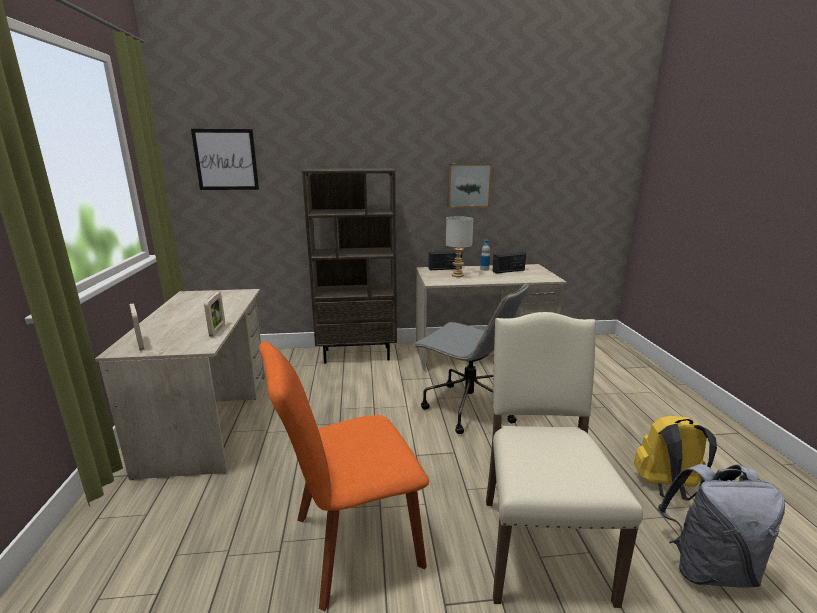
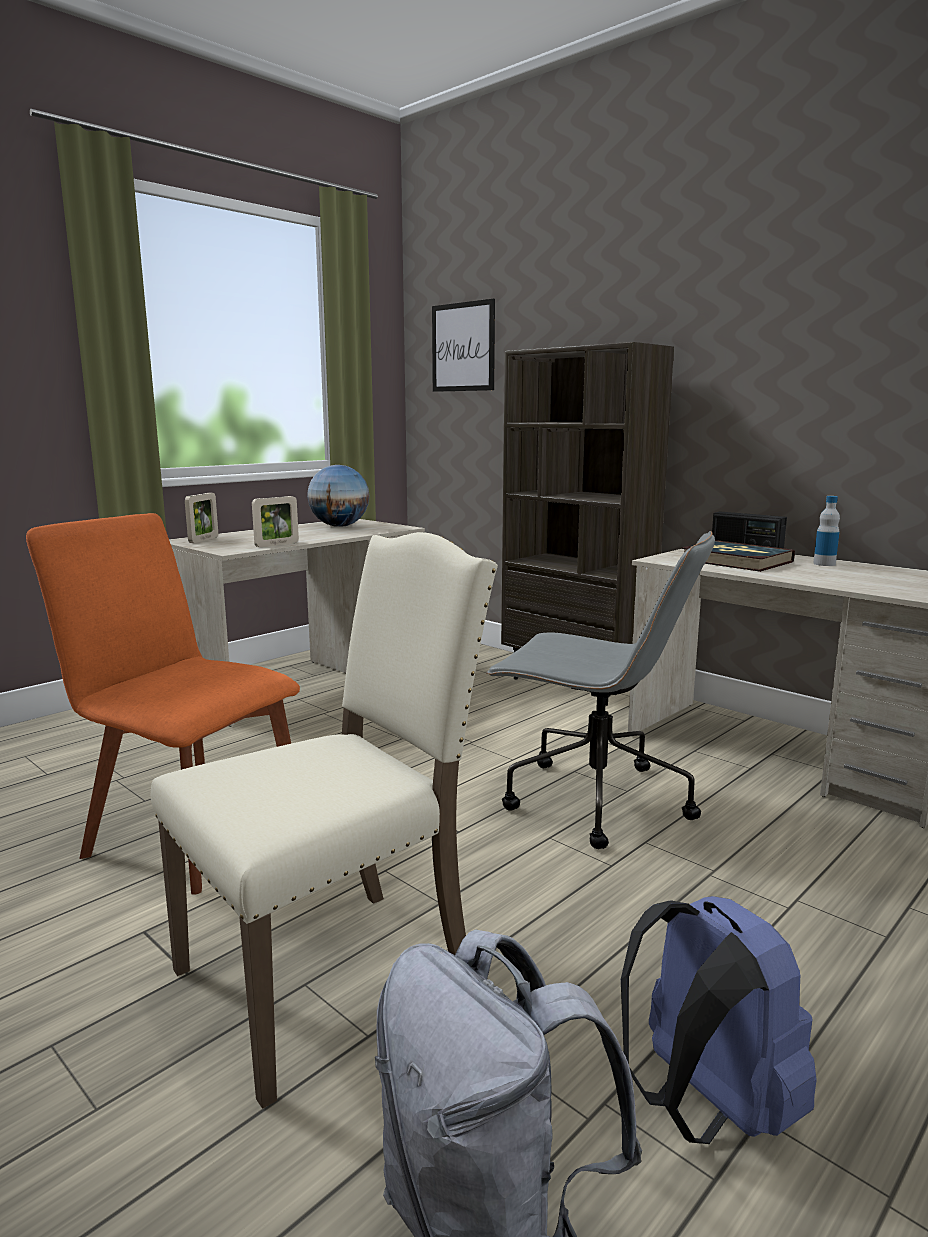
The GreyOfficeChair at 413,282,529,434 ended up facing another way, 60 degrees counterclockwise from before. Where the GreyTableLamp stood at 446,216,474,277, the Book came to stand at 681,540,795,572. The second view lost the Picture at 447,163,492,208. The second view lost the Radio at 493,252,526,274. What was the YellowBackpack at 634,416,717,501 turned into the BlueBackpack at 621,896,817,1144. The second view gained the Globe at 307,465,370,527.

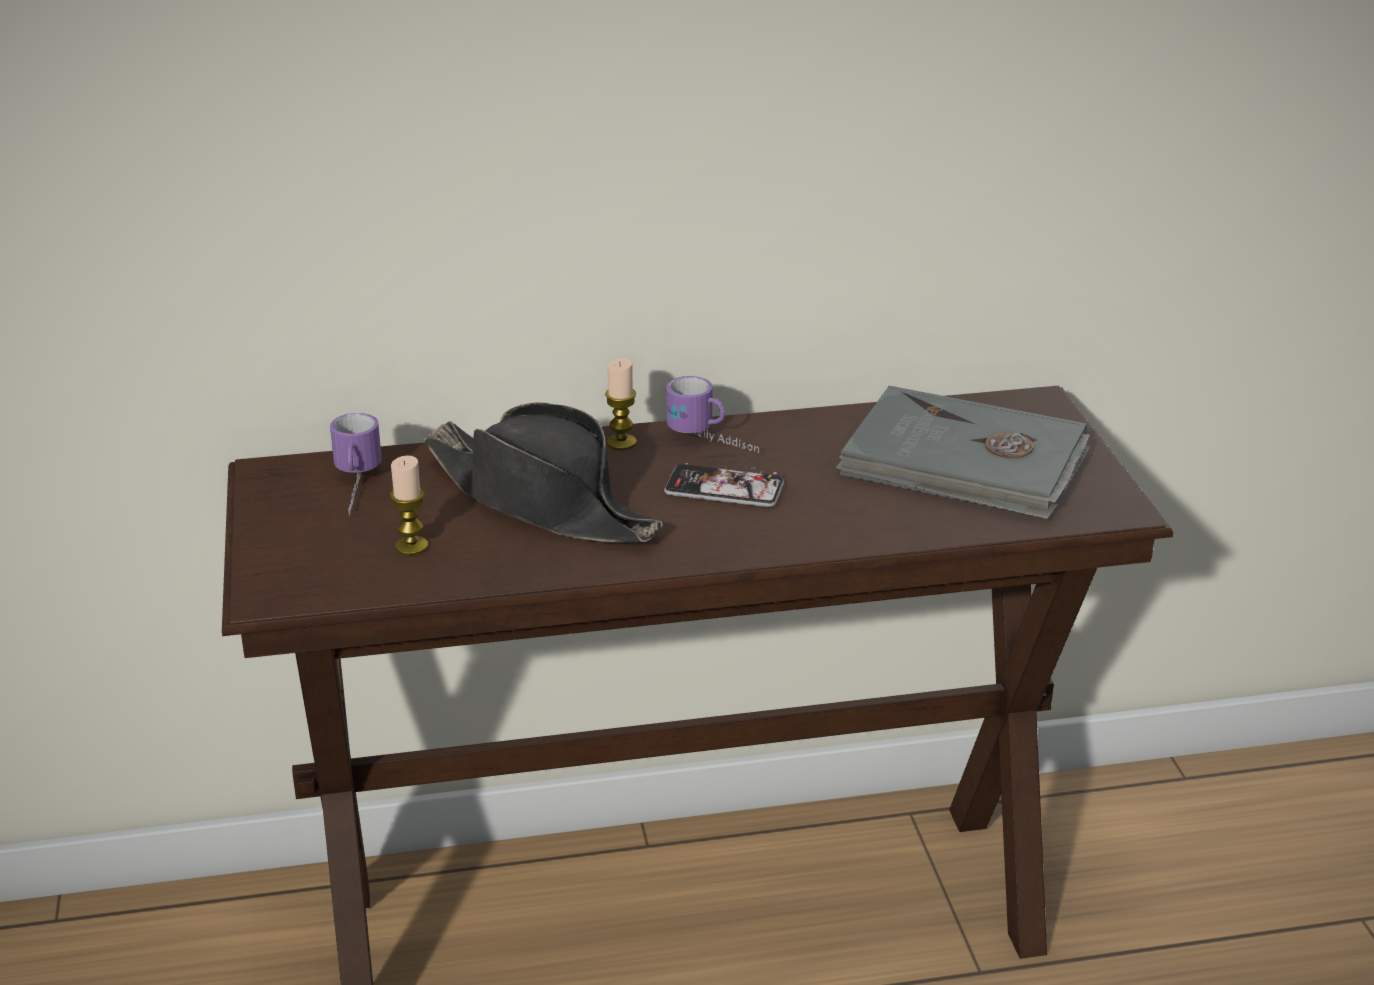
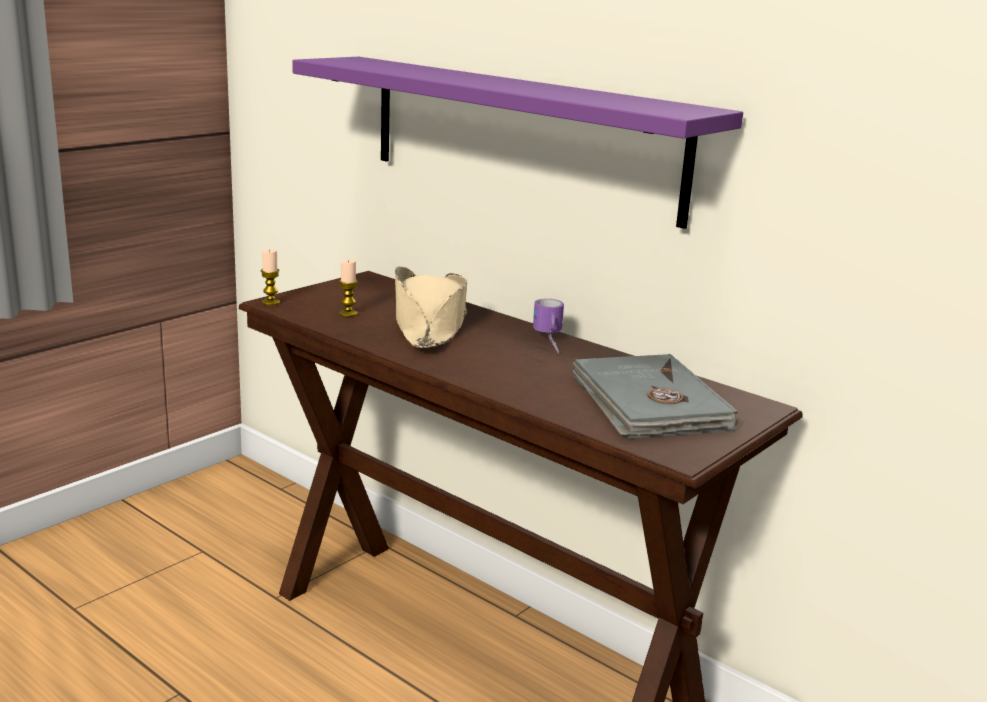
The second view lost the Mug at 330,413,381,515. What was the BlackHat at 423,402,662,543 turned into the BeigeHat at 395,266,467,348. The Candle ended up elsewhere, having gone from 605,358,637,450 to 261,249,280,305. The second view lost the Phone at 664,463,784,507. The second view gained the PurpleShelf at 292,57,743,229.

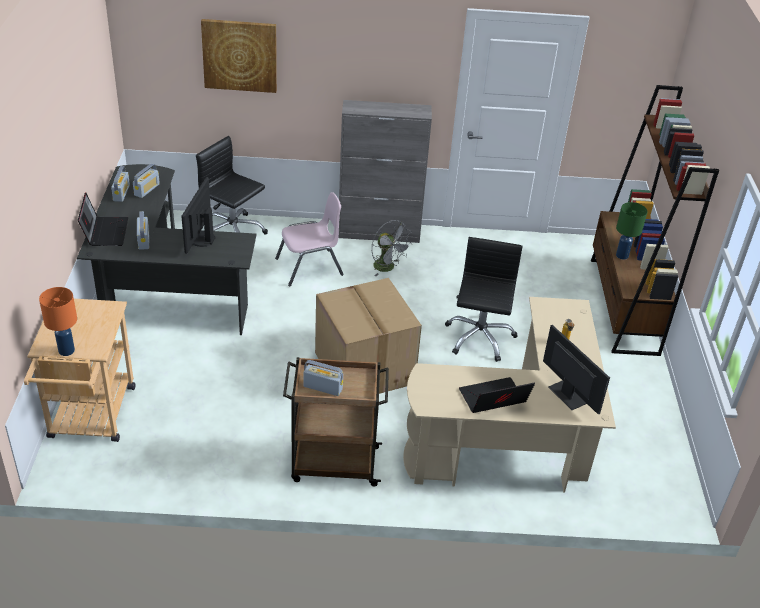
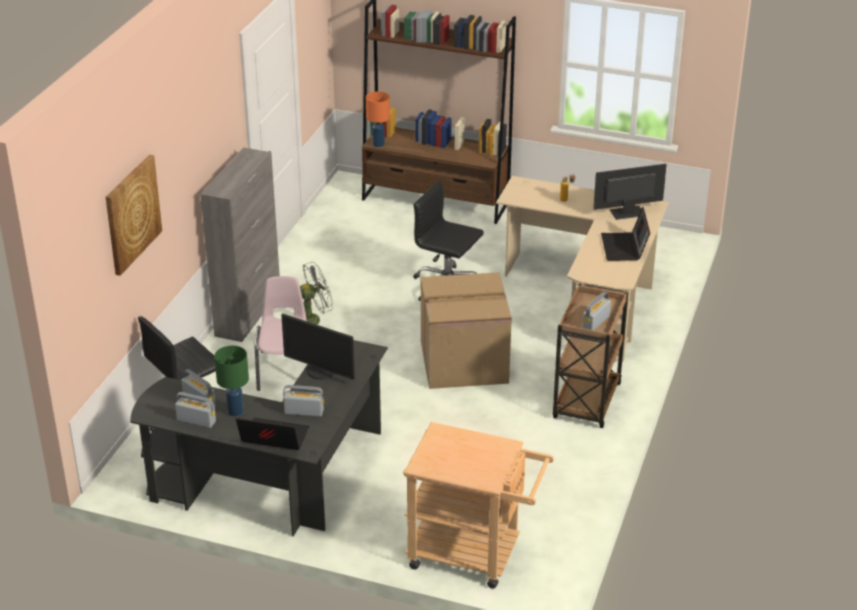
The OrangeTableLamp ended up elsewhere, having gone from 39,287,77,356 to 366,91,390,147. The GreenTableLamp ended up elsewhere, having gone from 616,202,648,260 to 214,346,249,417.

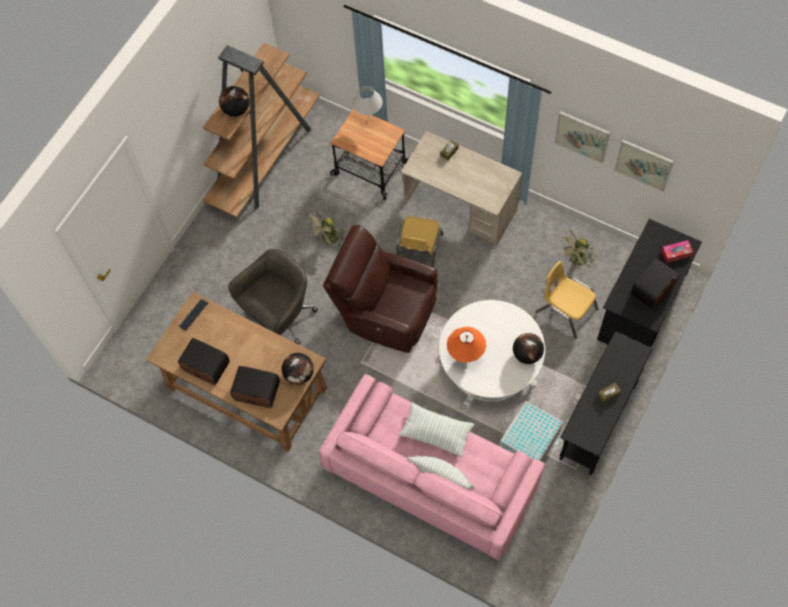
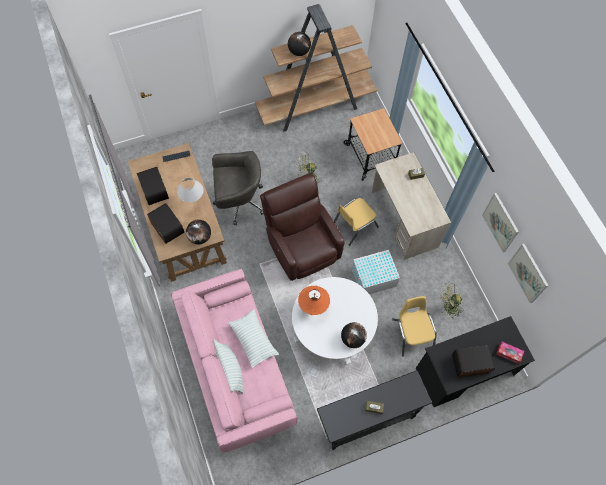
The WhiteTableLamp ended up elsewhere, having gone from 352,86,383,118 to 177,178,204,202. The WhiteStorageBox ended up elsewhere, having gone from 500,401,563,462 to 352,250,400,294.

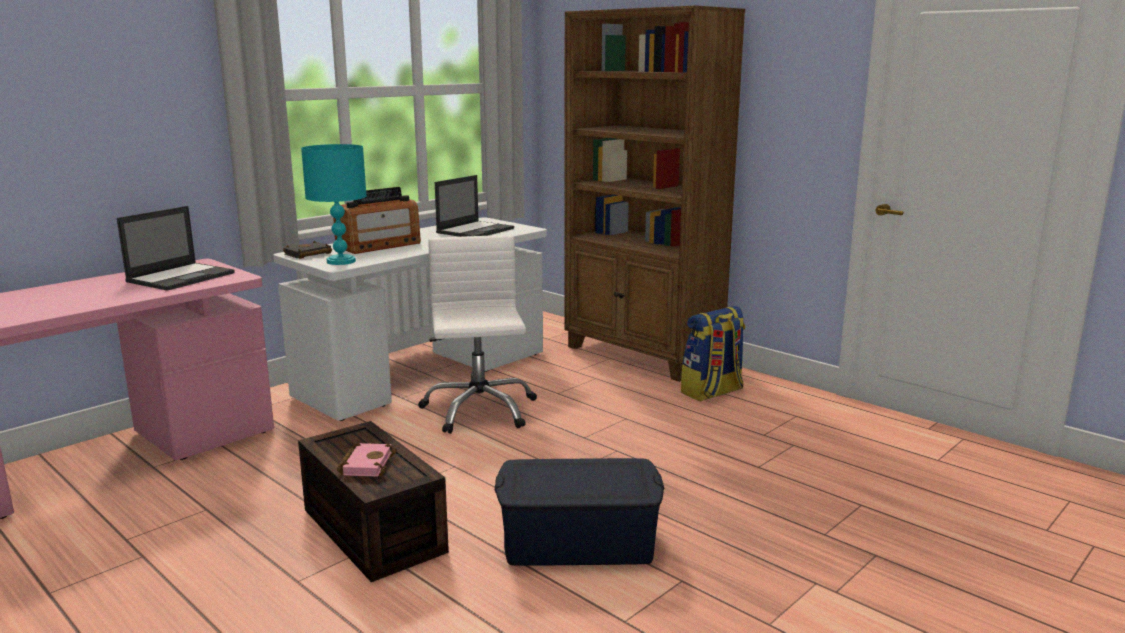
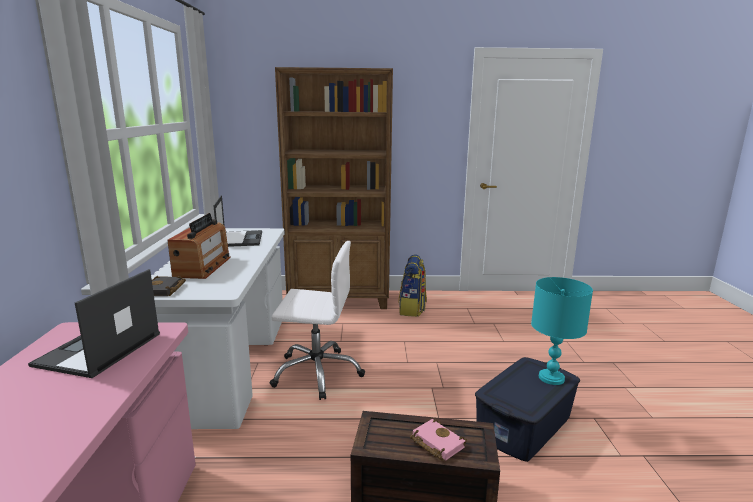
The Laptop at 117,206,235,291 ended up facing another way, 150 degrees counterclockwise from before. The TurquoiseTableLamp ended up elsewhere, having gone from 301,144,367,265 to 531,277,593,385. The WhiteOfficeChair at 418,235,537,434 ended up facing another way, 150 degrees clockwise from before.

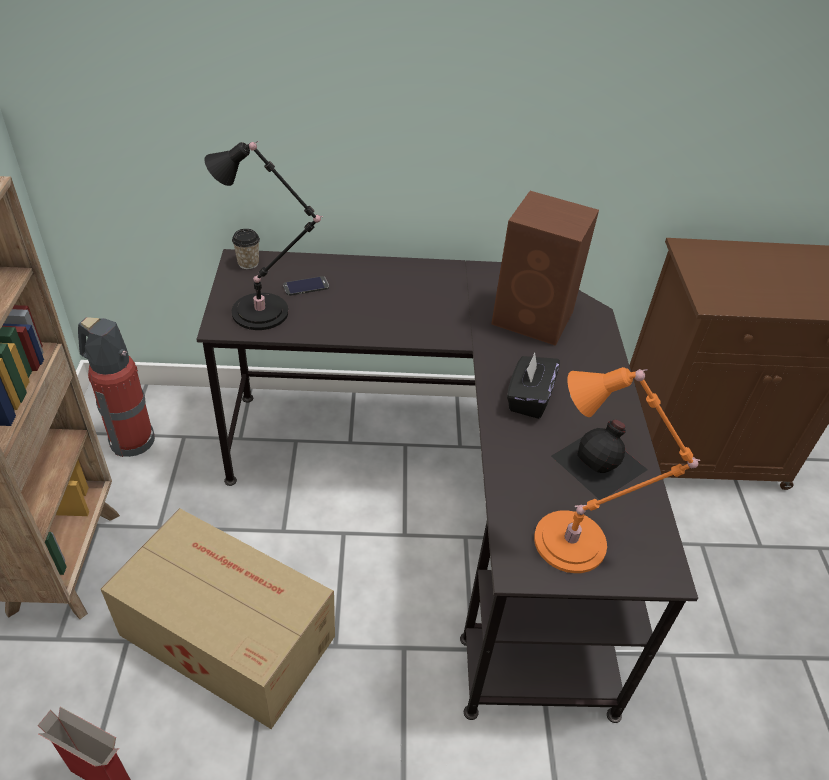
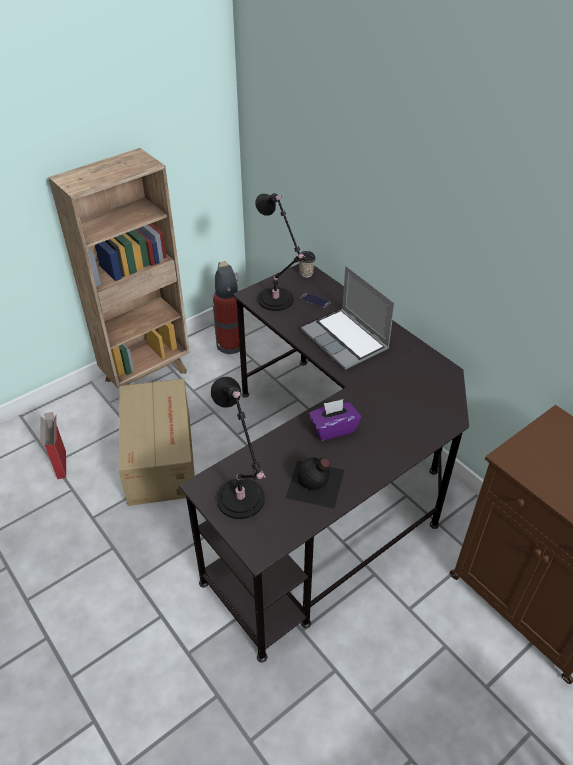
The second view lost the BrownSpeaker at 491,191,599,346. What was the BlackTissueBox at 507,353,560,419 turned into the PurpleTissueBox at 309,399,361,441. What was the OrangeTableLamp at 534,367,700,573 turned into the BlackTableLamp at 211,377,266,519. The second view gained the Laptop at 301,266,395,370.

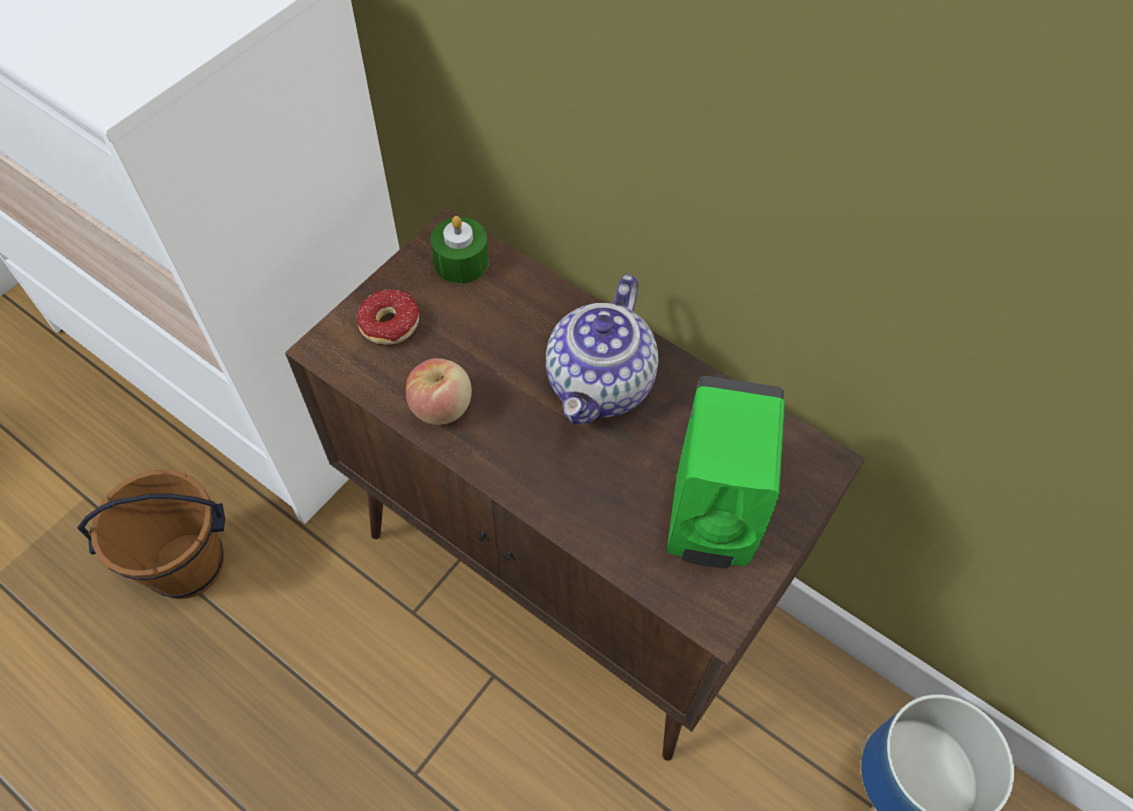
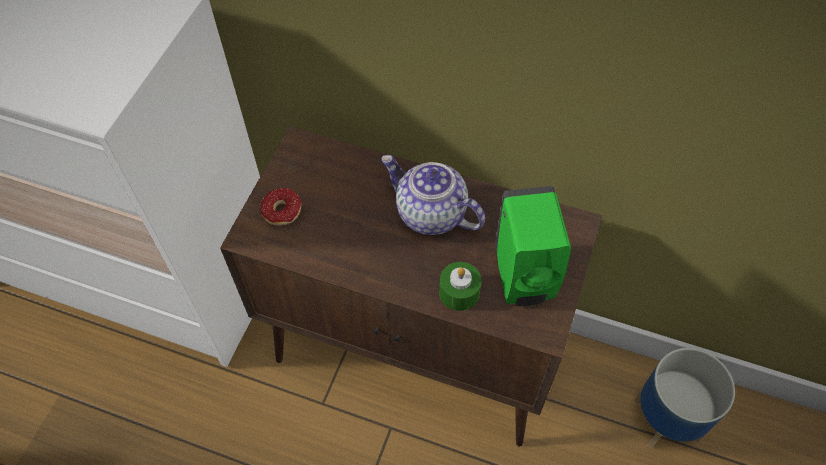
The second view lost the BrownBucket at 77,469,225,599. The second view lost the Apple at 406,358,472,425. The GreenCandle ended up elsewhere, having gone from 430,216,489,284 to 439,262,482,311. The Teapot at 546,274,658,424 ended up facing another way, 120 degrees clockwise from before.

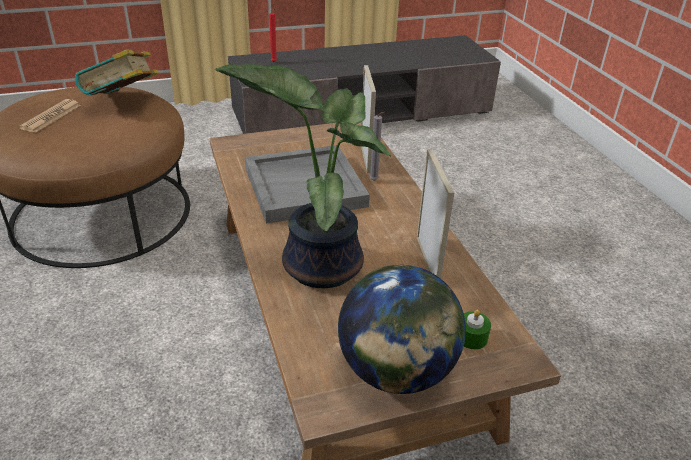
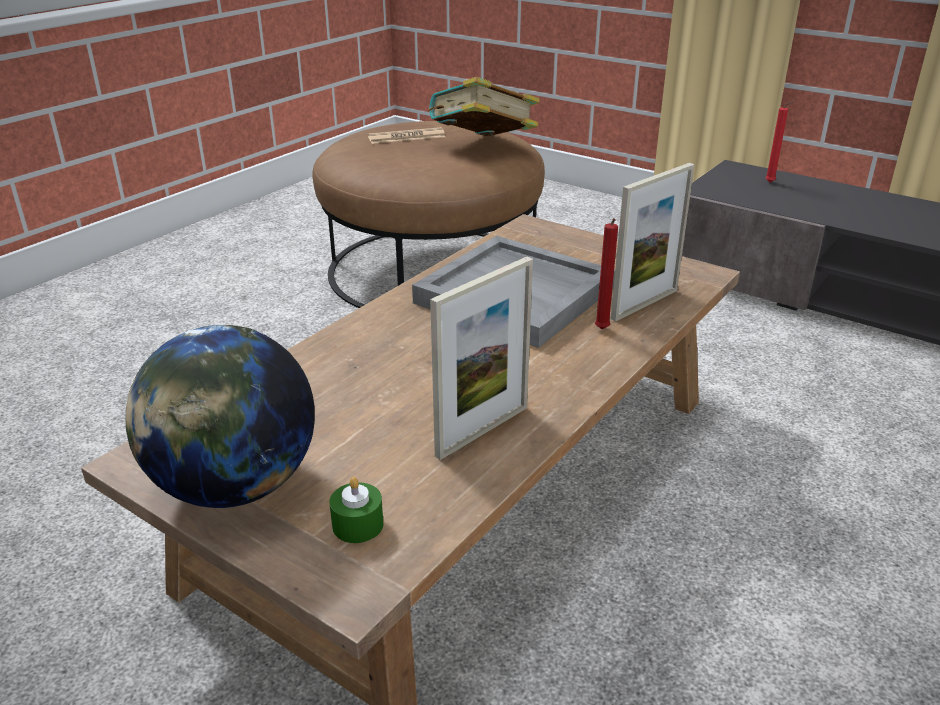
The second view lost the PottedPlant at 215,64,392,288. What was the GreyCandle at 369,112,385,181 turned into the RedCandle at 595,218,618,329.

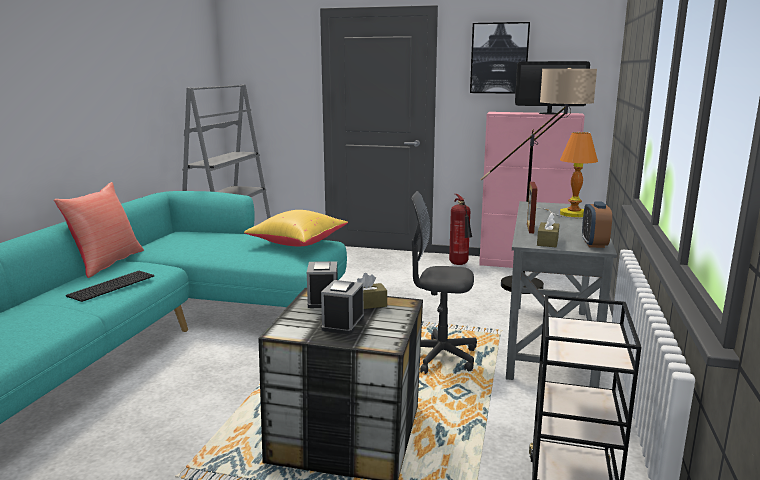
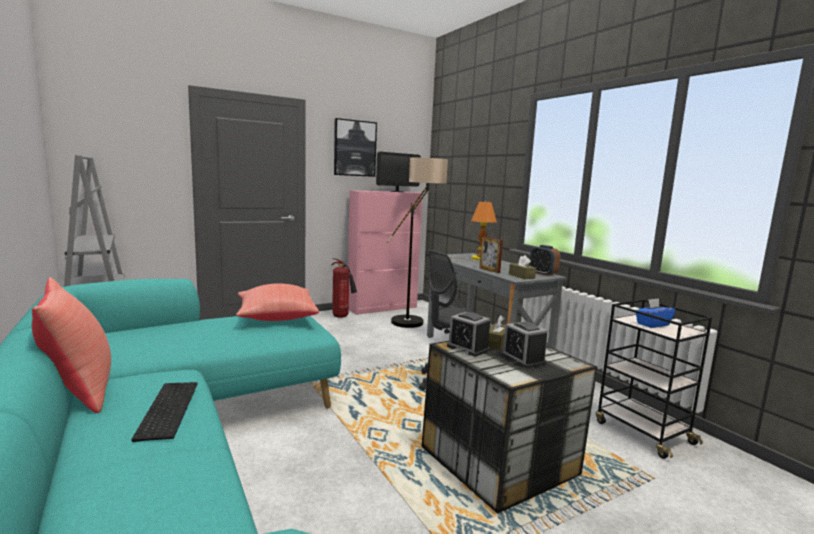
What was the YellowPillow at 244,210,348,246 turned into the RedPillow at 236,283,319,321. The second view gained the BlueTissueBox at 636,298,675,328.

